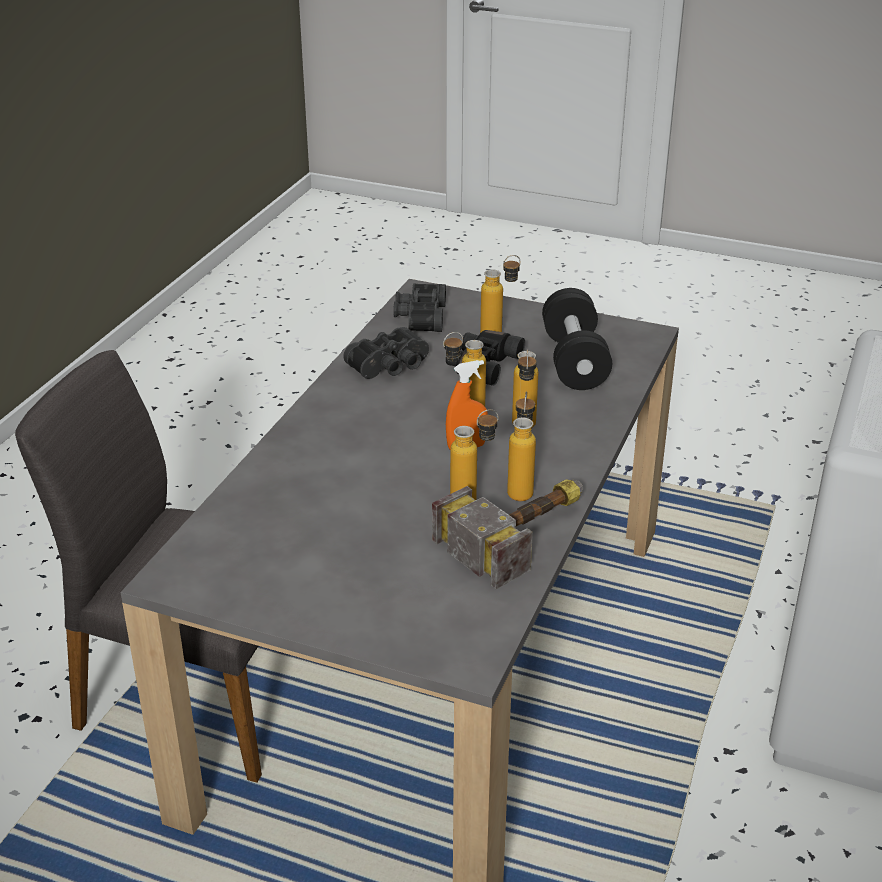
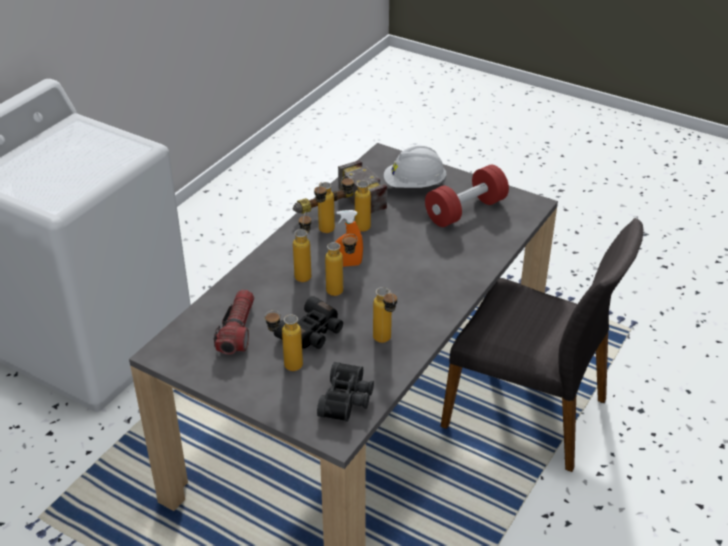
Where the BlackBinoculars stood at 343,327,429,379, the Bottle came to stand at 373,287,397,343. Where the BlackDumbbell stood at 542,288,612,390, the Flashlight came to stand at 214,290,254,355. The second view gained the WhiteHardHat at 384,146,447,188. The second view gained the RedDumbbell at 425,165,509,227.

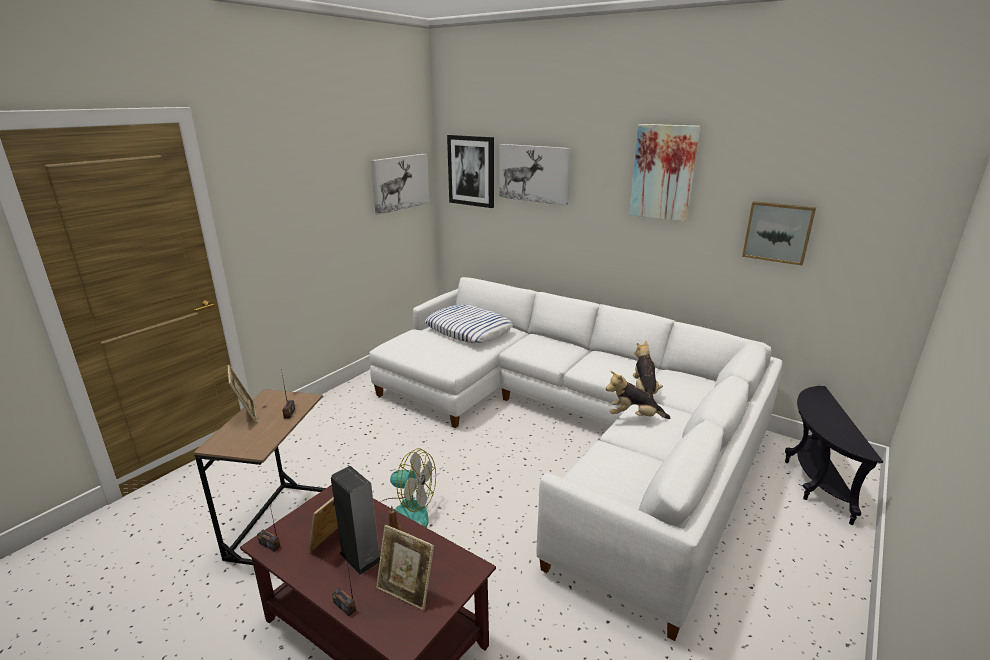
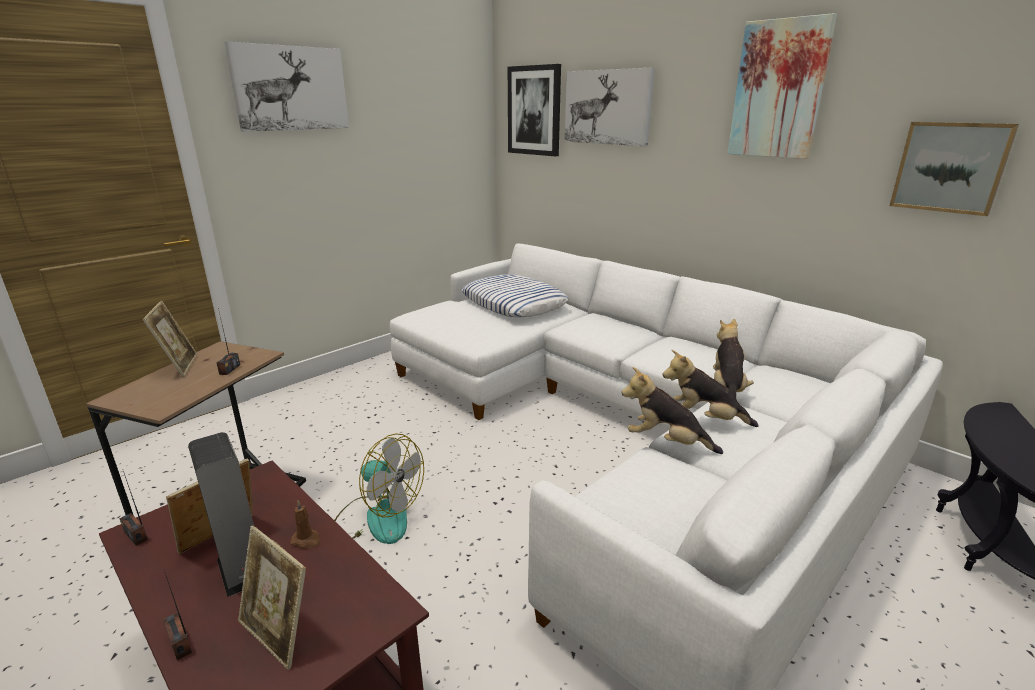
The Picture ended up elsewhere, having gone from 371,154,430,215 to 225,41,349,131. The second view gained the PlushToy at 622,367,723,454.

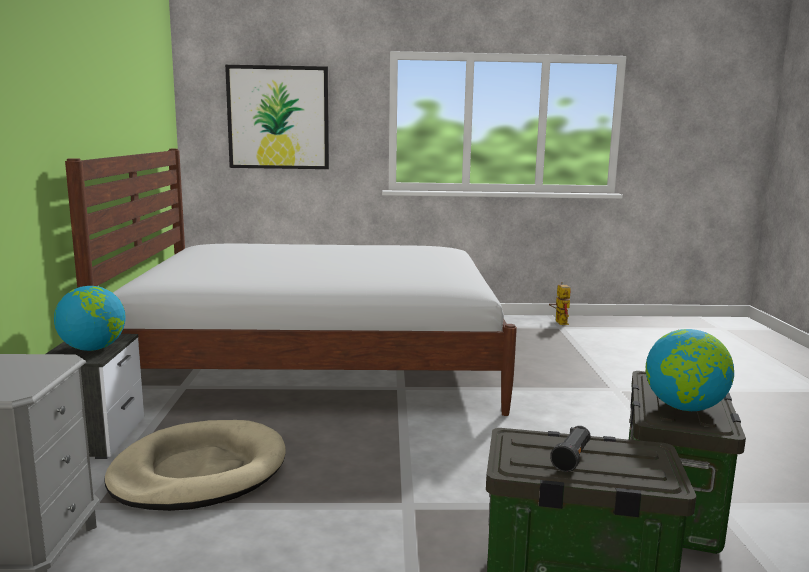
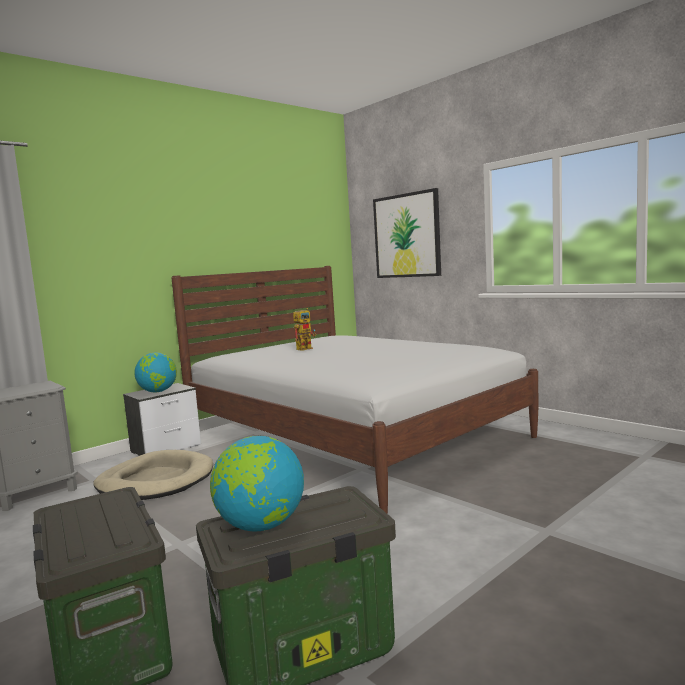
The ToyRobot ended up elsewhere, having gone from 549,282,571,325 to 293,308,316,351. The second view lost the BlackFlashlight at 550,426,591,472.

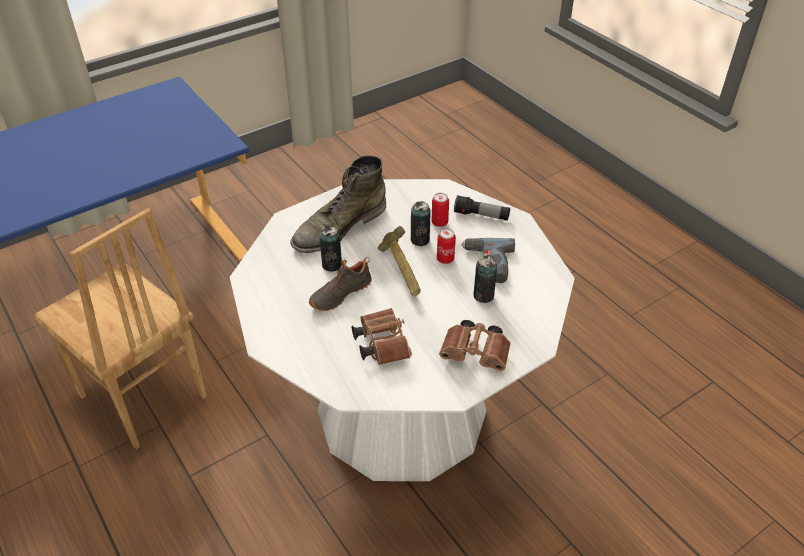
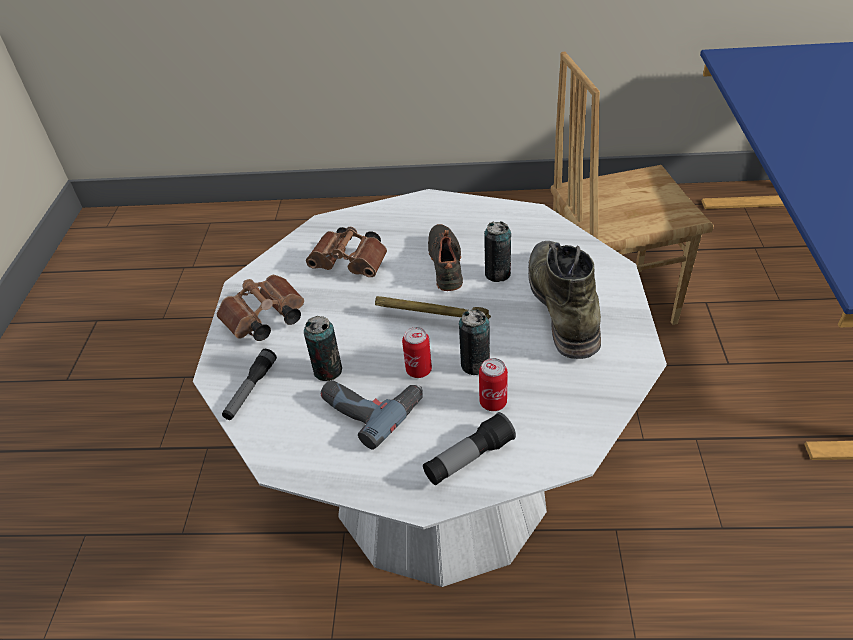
The second view gained the Flashlight at 222,349,277,420.

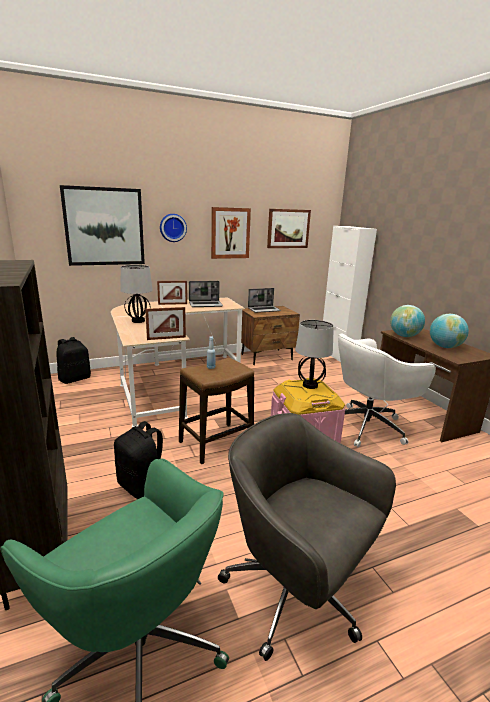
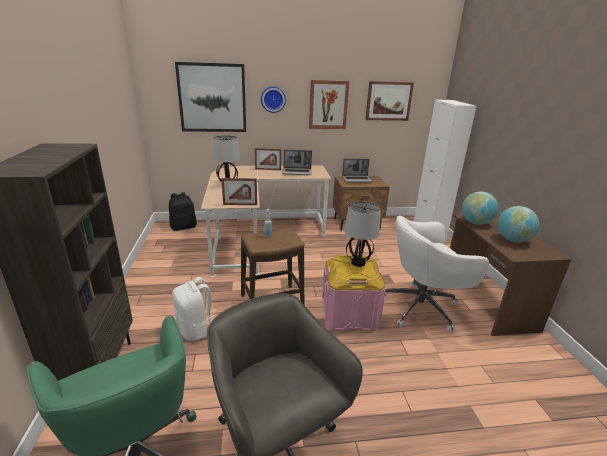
What was the BlackBackpack at 114,421,163,499 turned into the WhiteBackpack at 172,277,213,341.

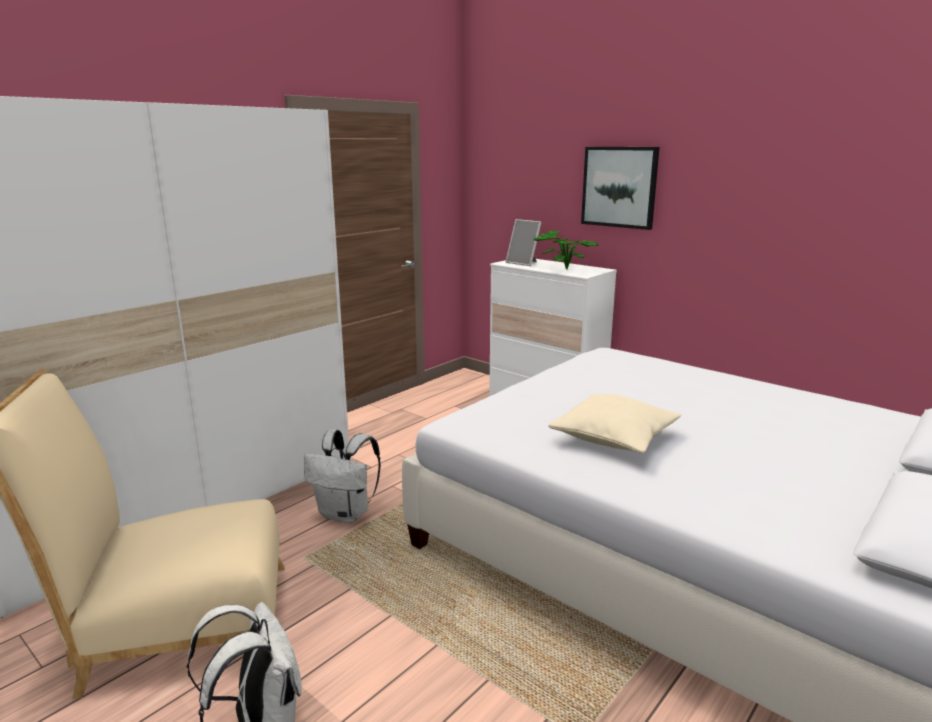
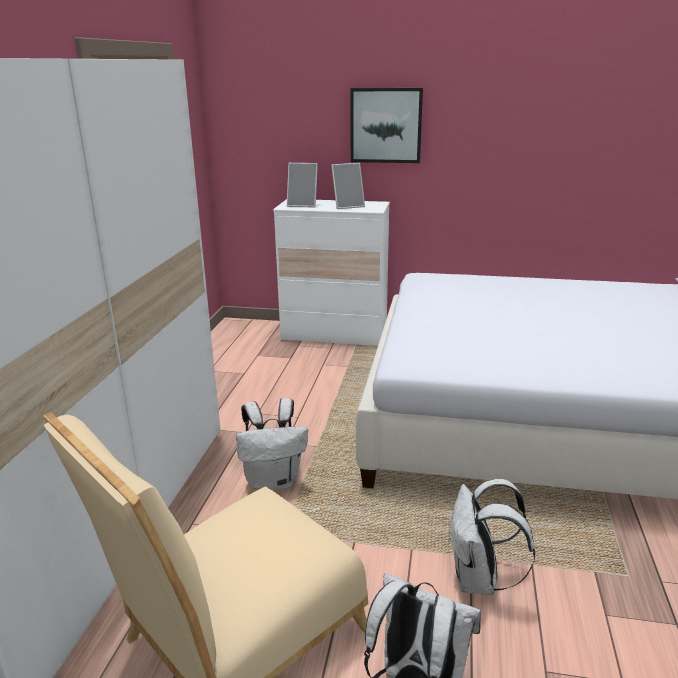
Where the PottedPlant stood at 534,230,598,270, the PictureFrame came to stand at 331,163,365,209. The second view lost the BeigePillow at 548,394,681,453. The second view gained the WhiteBackpack at 450,479,536,595.

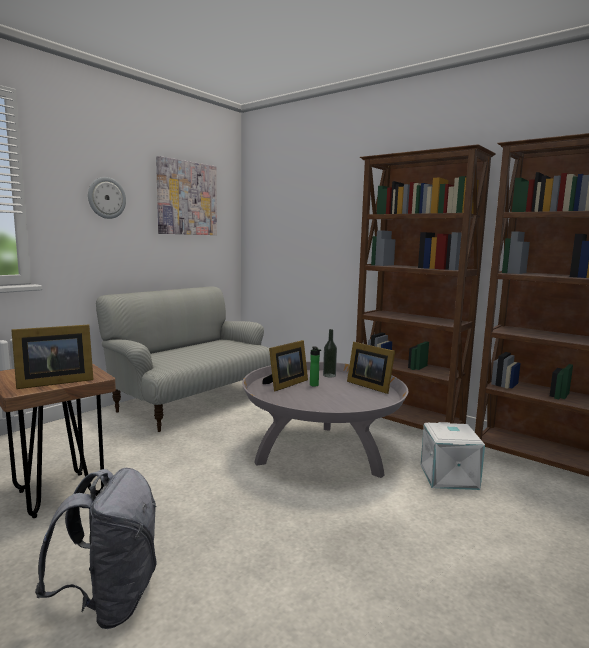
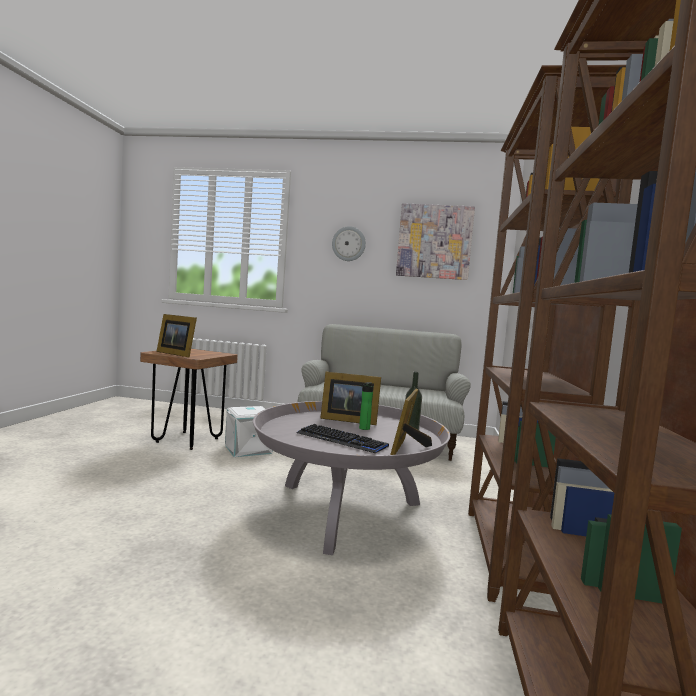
The second view lost the GreyBackpack at 35,468,157,629. The WhiteStorageBox ended up elsewhere, having gone from 421,422,485,490 to 225,406,272,457. The second view gained the Keyboard at 297,424,389,453.

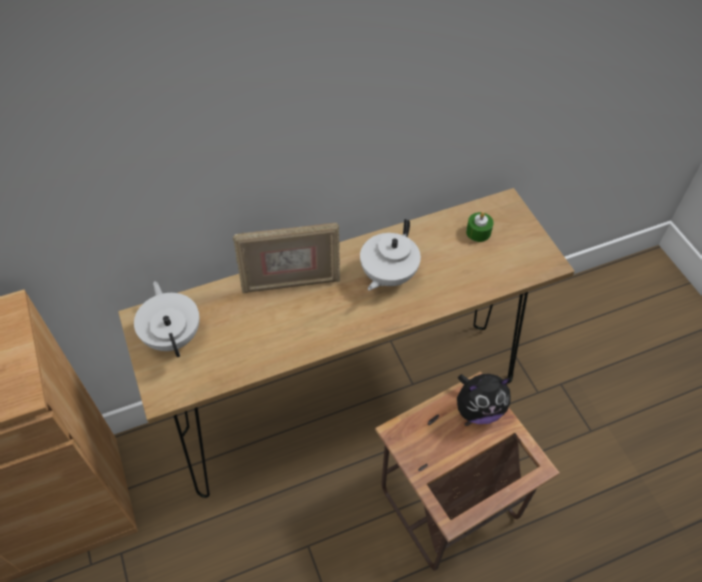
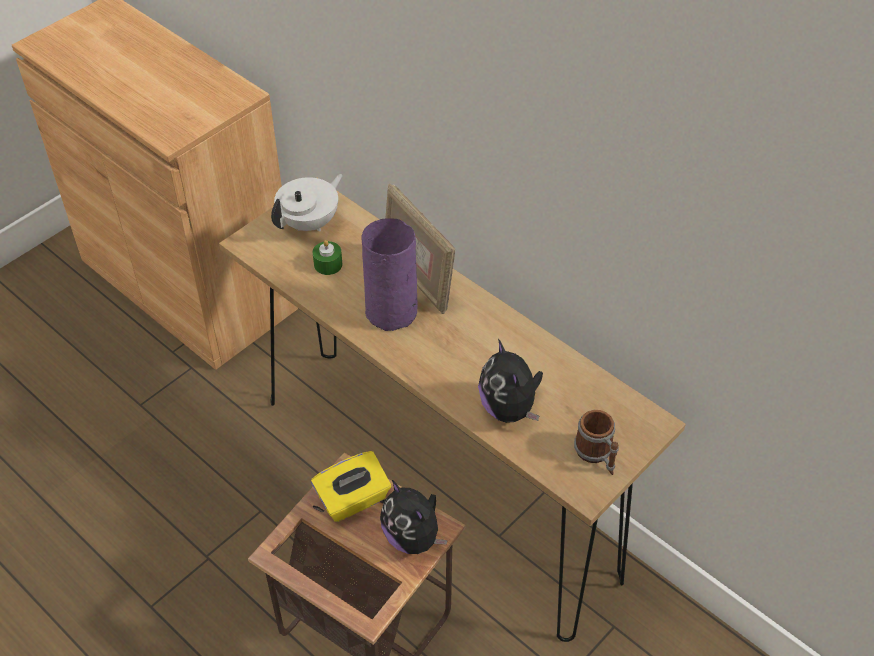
The second view lost the WhiteTeapot at 360,219,421,290. The GreenCandle ended up elsewhere, having gone from 466,212,494,242 to 313,240,342,275. The second view gained the YellowTissueBox at 311,451,391,522. The second view gained the PurpleVase at 361,218,417,331. The second view gained the PlushToy at 478,339,543,423. The second view gained the Mug at 574,410,619,475.

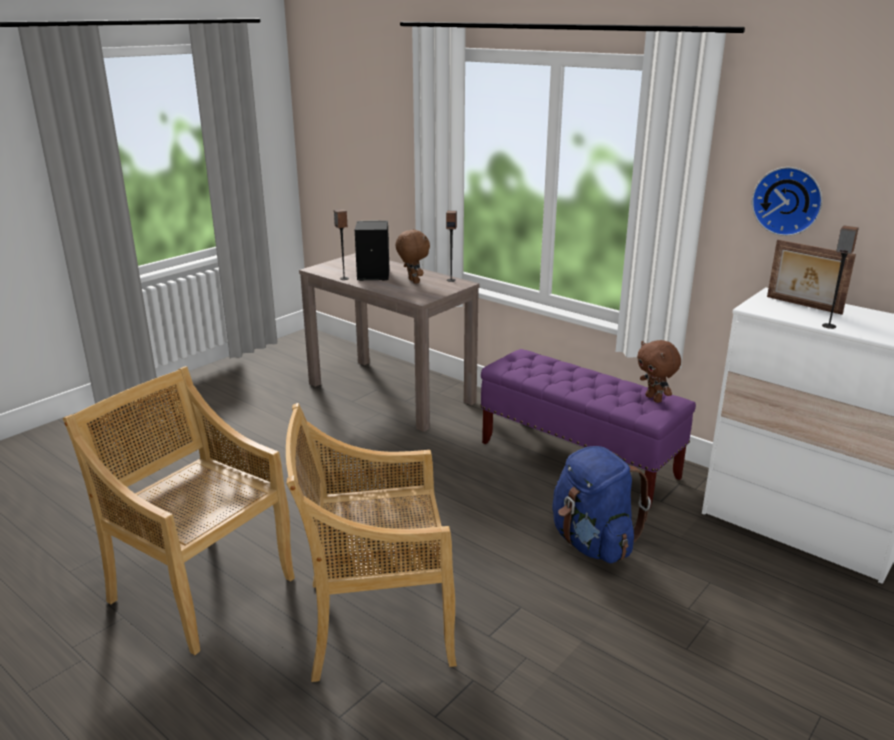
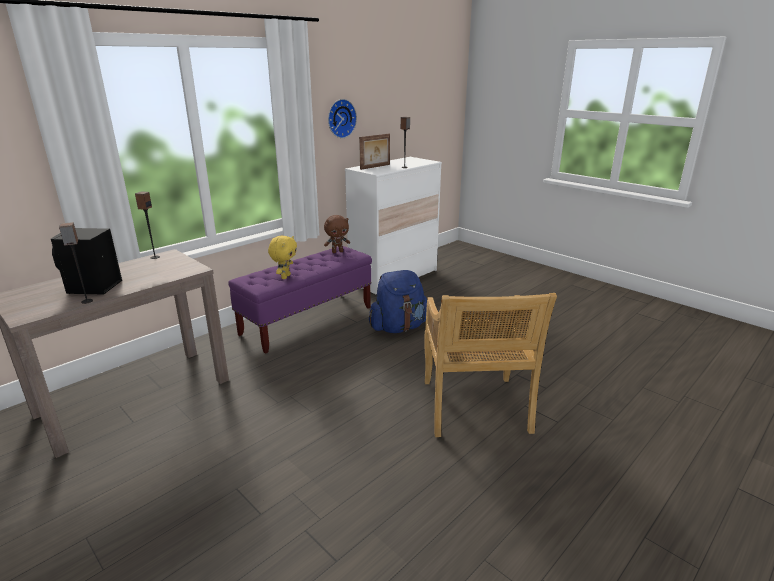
The second view lost the BeigeChair at 63,366,295,655. The second view lost the BrownPlushToy at 396,229,430,284. The second view gained the YellowPlushToy at 268,236,297,279.

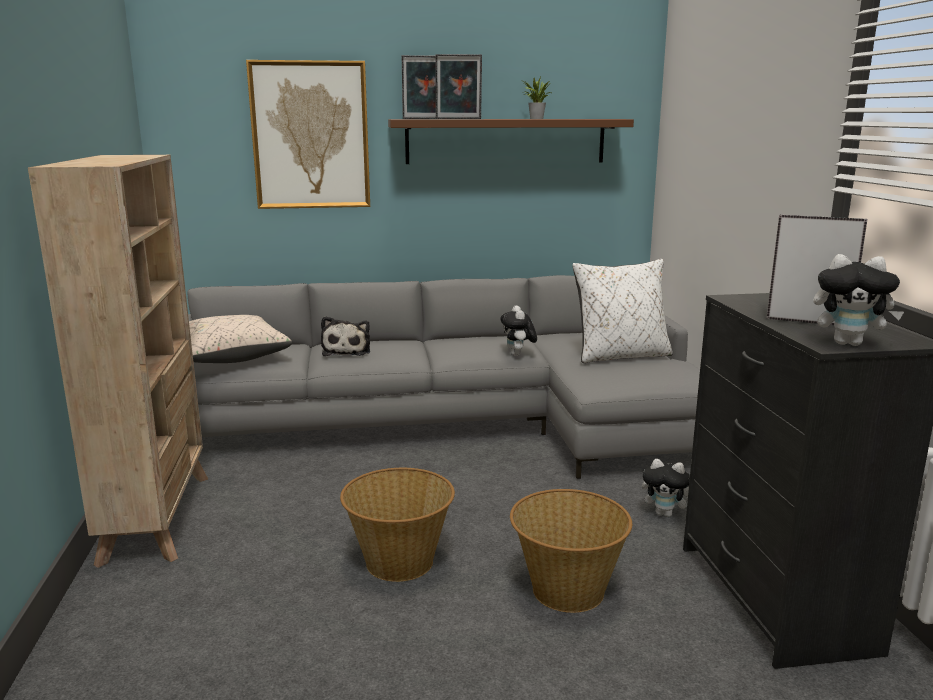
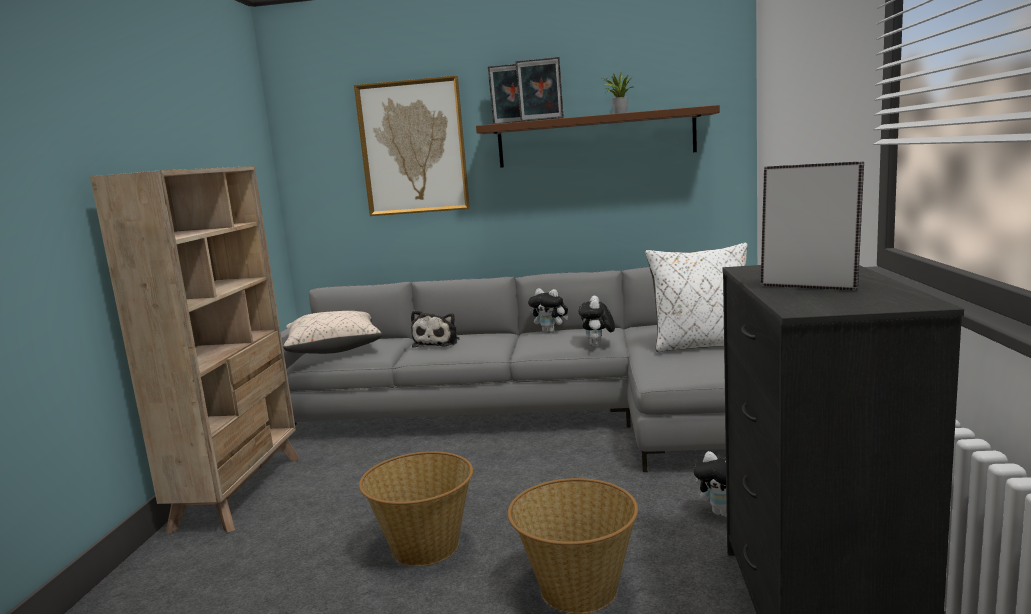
The PlushToy ended up elsewhere, having gone from 813,254,904,346 to 528,288,568,333.

